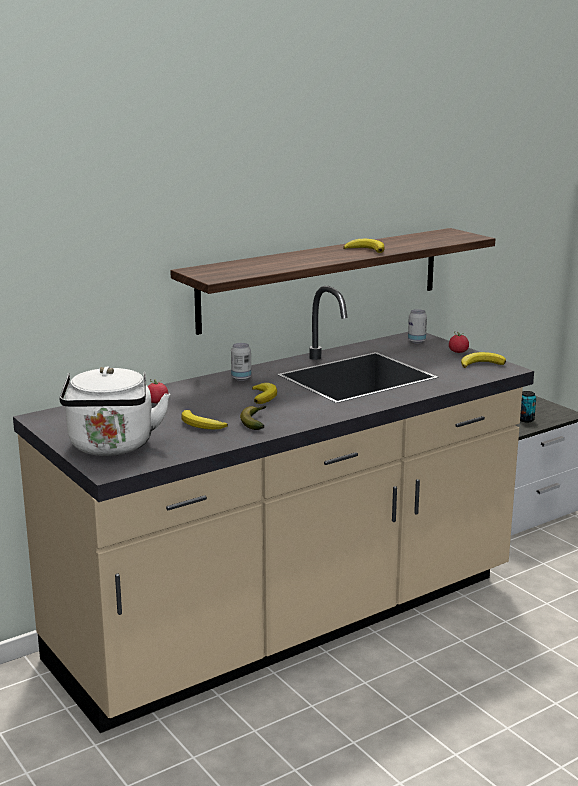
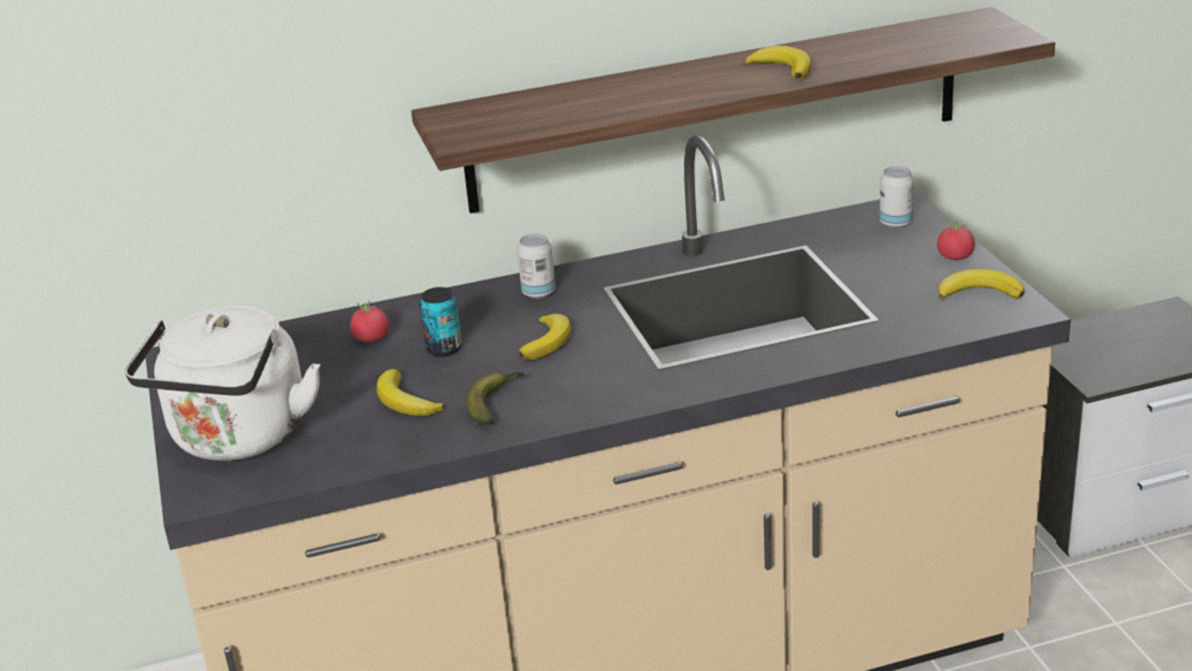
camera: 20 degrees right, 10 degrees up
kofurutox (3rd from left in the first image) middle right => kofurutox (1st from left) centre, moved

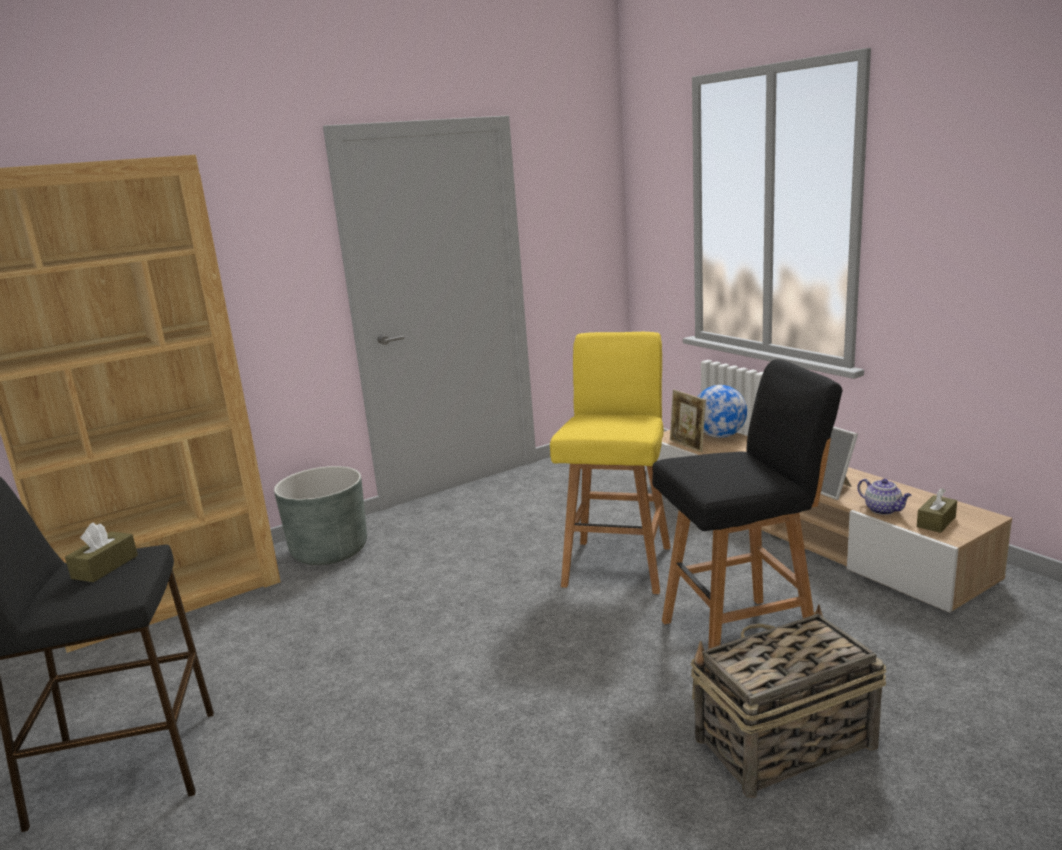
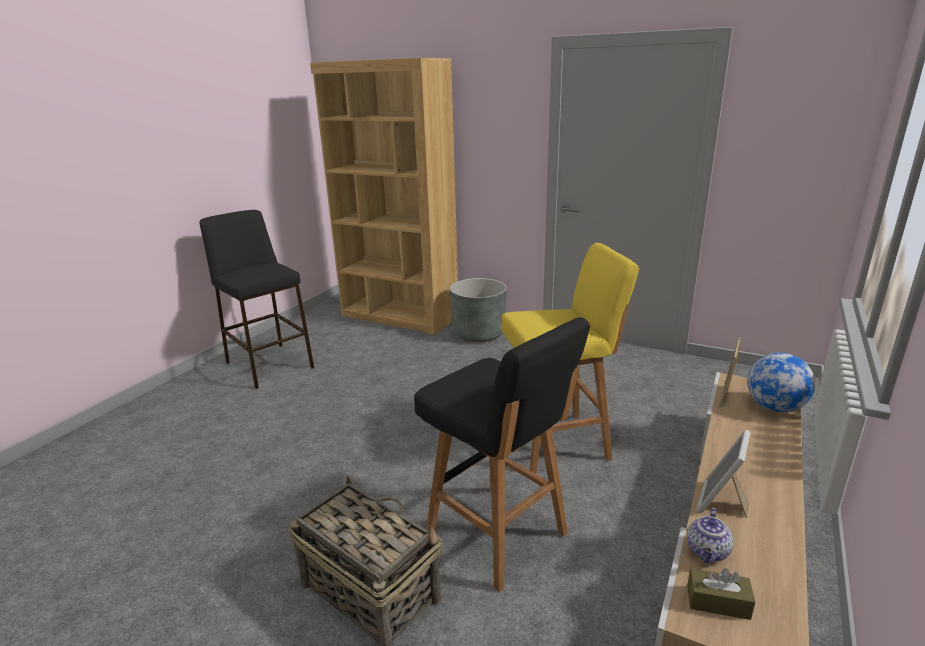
camera: 60 degrees right, 5 degrees up
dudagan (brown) (1st from left) middle left => nothing

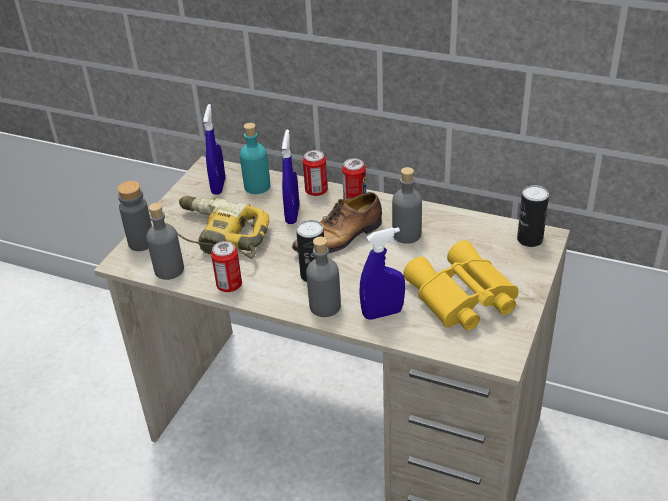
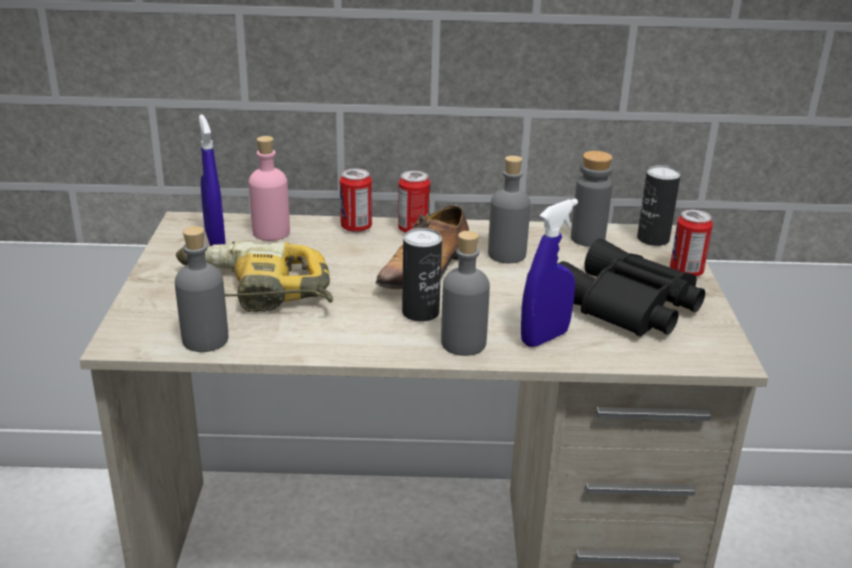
camera: 25 degrees left, 10 degrees down
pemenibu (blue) (2nd from left) centre => nothing
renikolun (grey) (1st from left in the first image) middle left => renikolun (grey) (4th from left) middle right, moved
kofurutox (1st from left in the first image) centre => kofurutox (5th from left) middle right, moved
renikolun (turquoise) top centre => renikolun (pink) top left
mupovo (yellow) middle right => mupovo (black) middle right

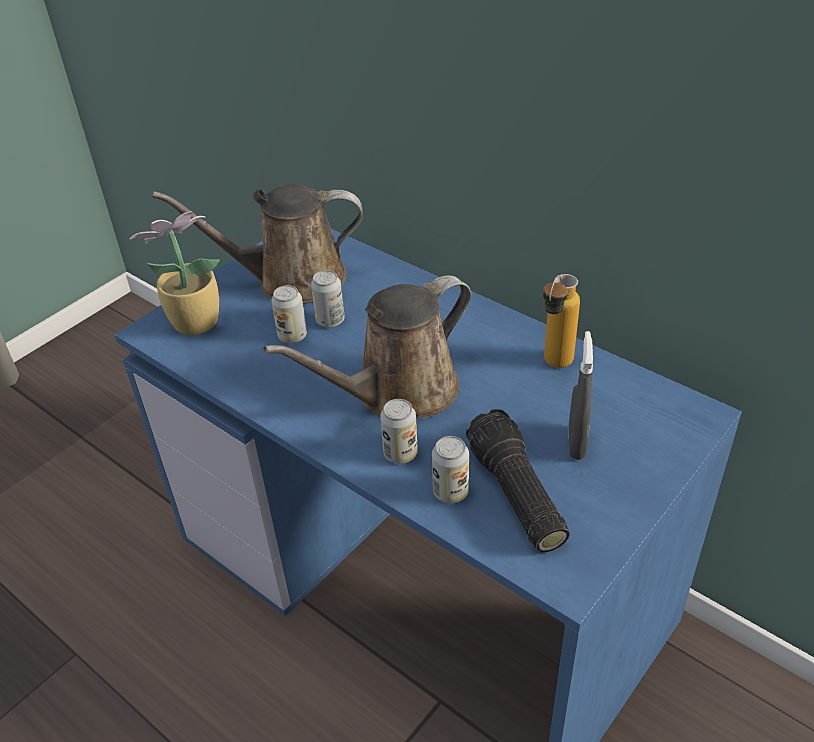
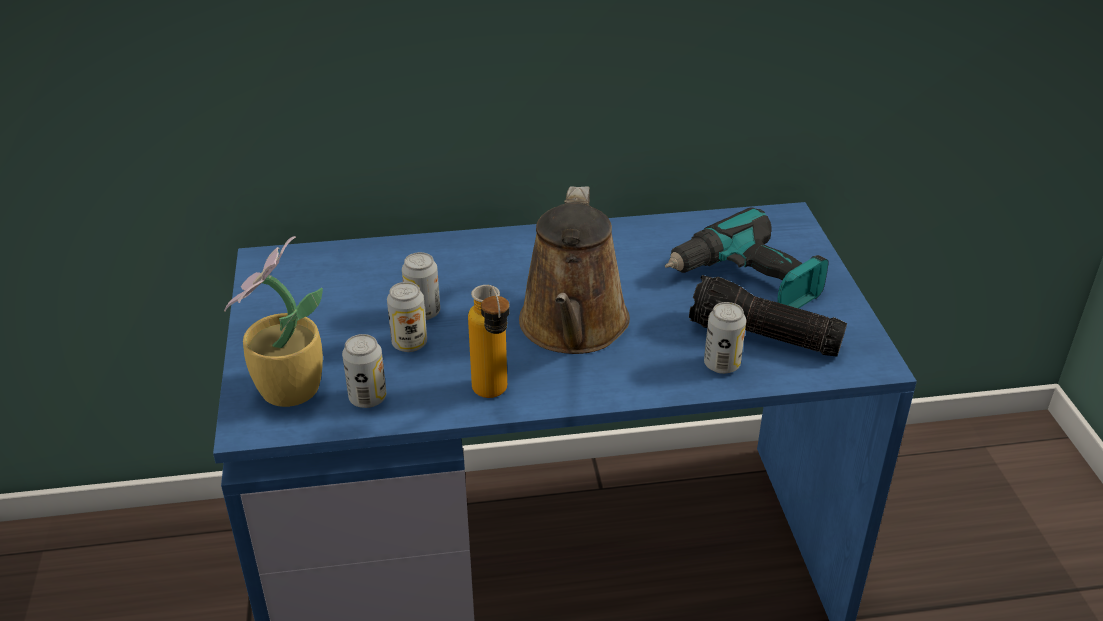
camera: 50 degrees left, 5 degrees down
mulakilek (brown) (1st from left) top left => nothing
kofurutox (3rd from left in the first image) centre => kofurutox (1st from left) middle left, moved
renikolun middle right => renikolun centre, moved
pemenibu (grey) middle right => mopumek middle right

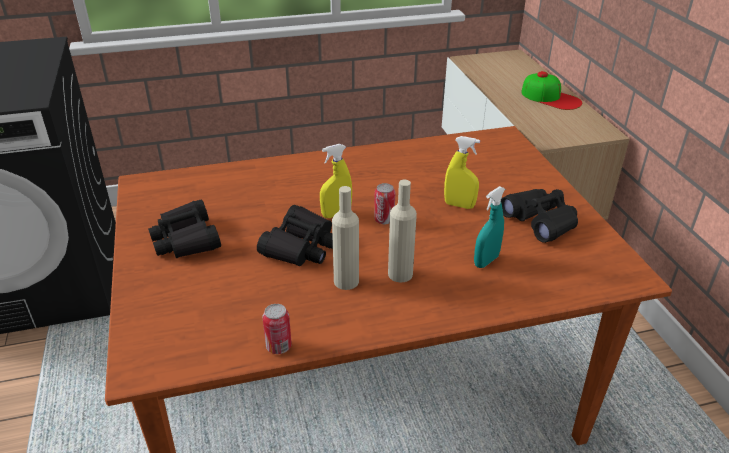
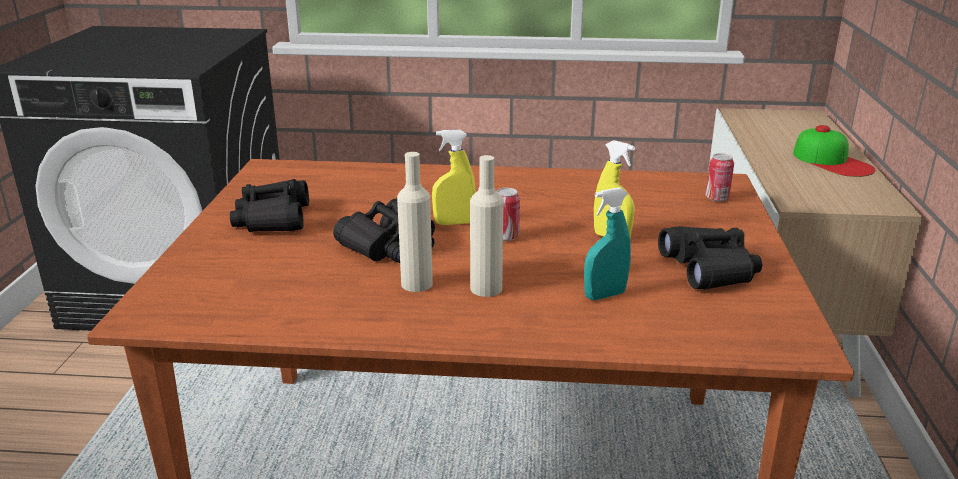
camera: 20 degrees right, 10 degrees down
kofurutox (1st from left in the first image) bottom centre => kofurutox (2nd from left) middle right, moved

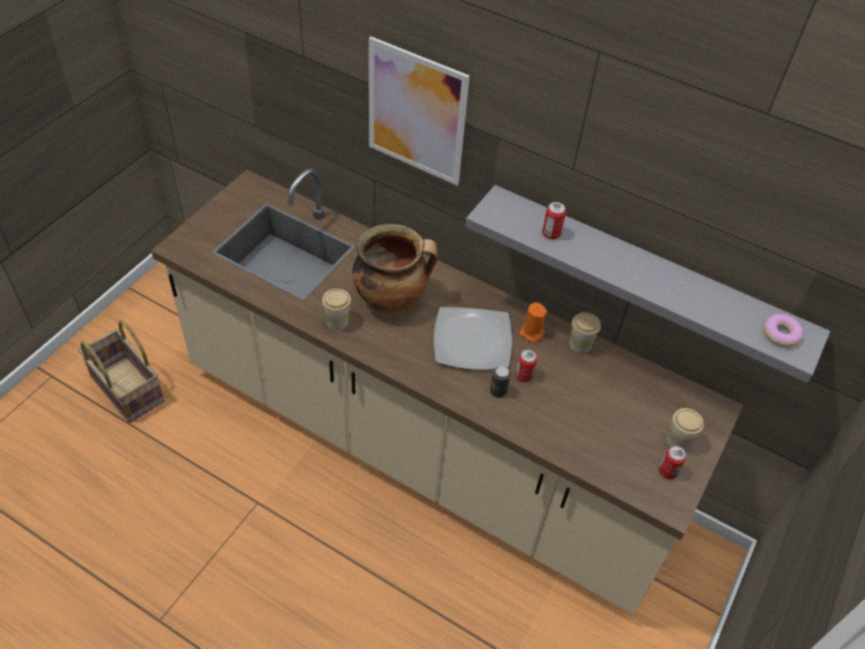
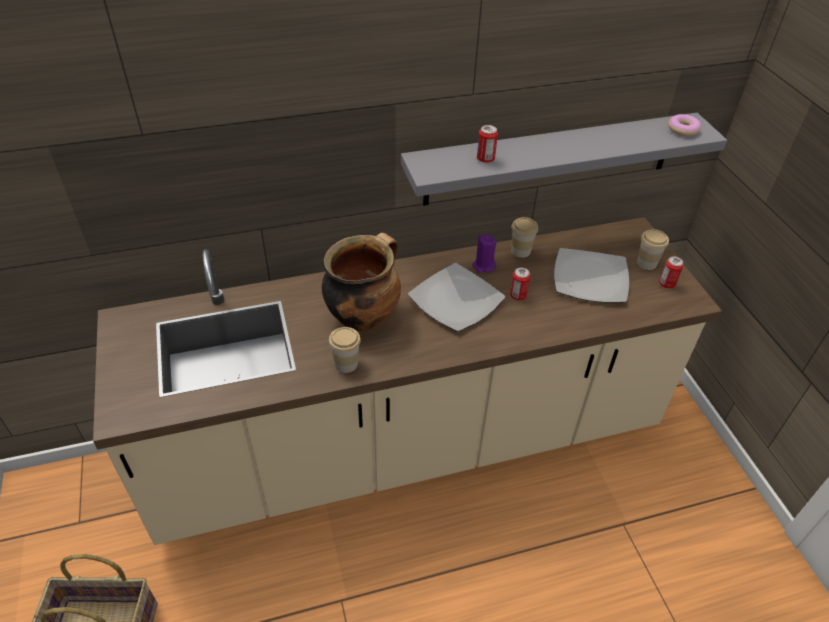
camera: 45 degrees left, 5 degrees down
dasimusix top centre => nothing
kofurutox (1st from left) centre => nothing
nothing => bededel (2nd from left) middle right
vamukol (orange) centre => vamukol (purple) centre

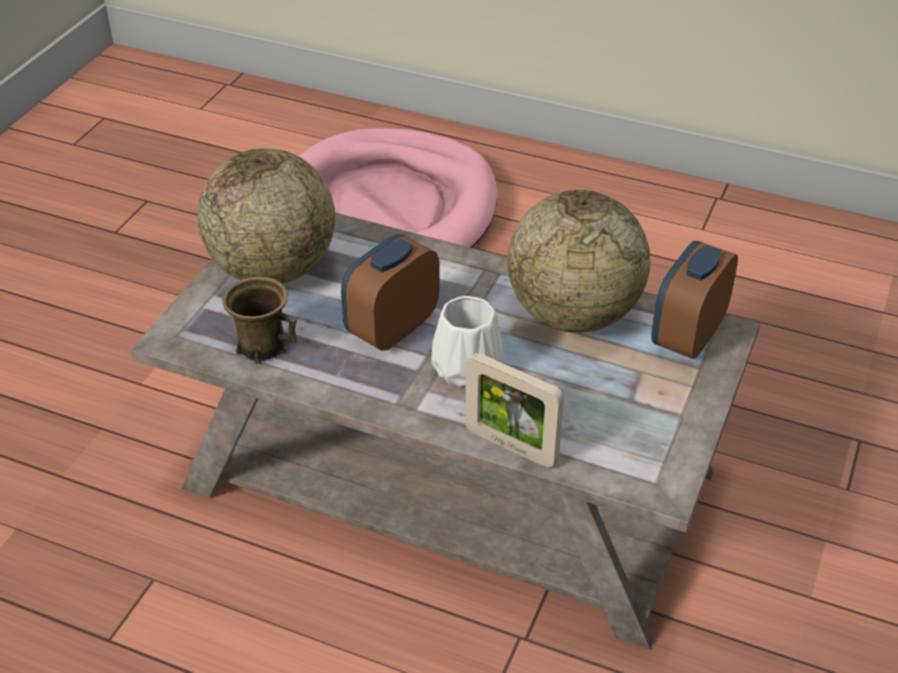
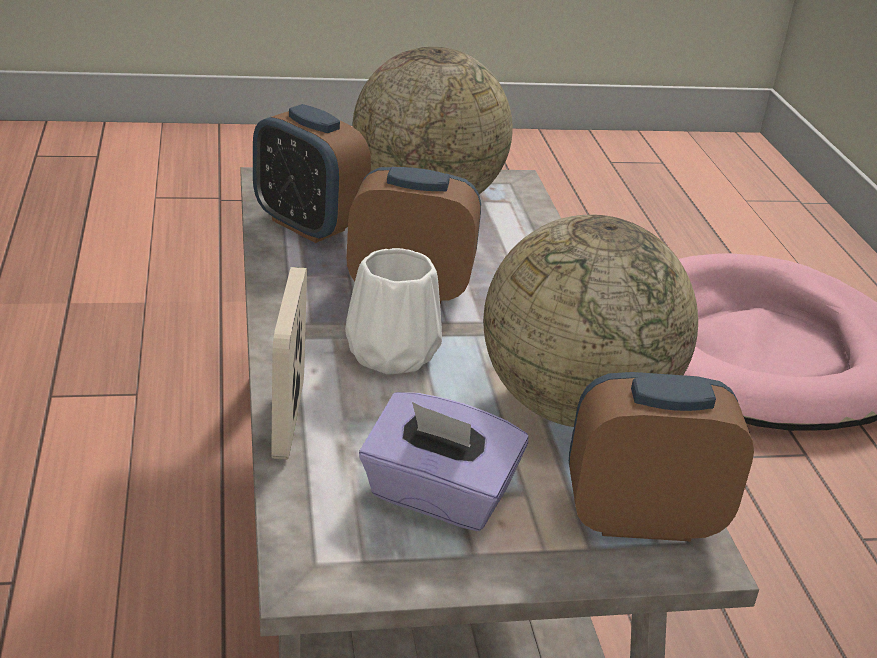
camera: 55 degrees right, 10 degrees down
nothing => dudagan (purple) bottom centre
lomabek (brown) middle left => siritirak (1st from left) top centre

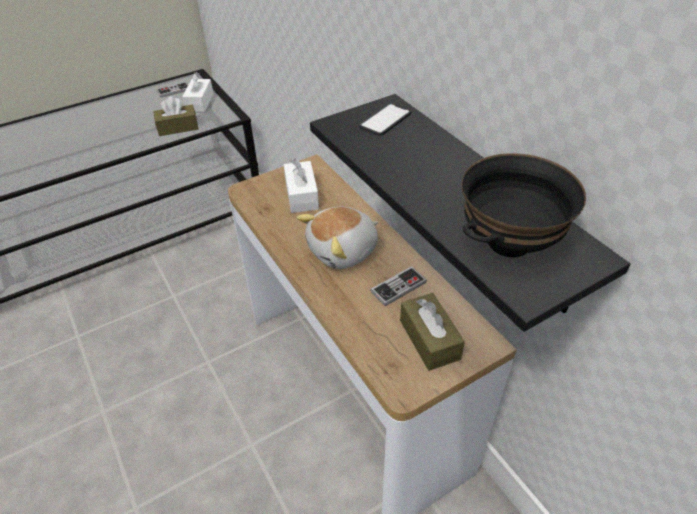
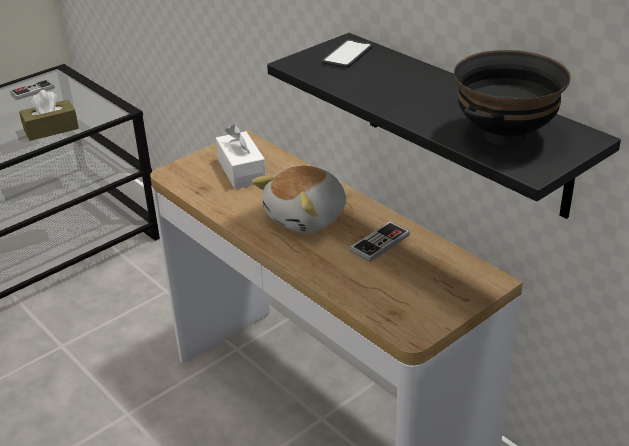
camera: 10 degrees left, 10 degrees down
dudagan (white) (1st from left) top left => nothing
dudagan (brown) (2nd from left) centre => nothing

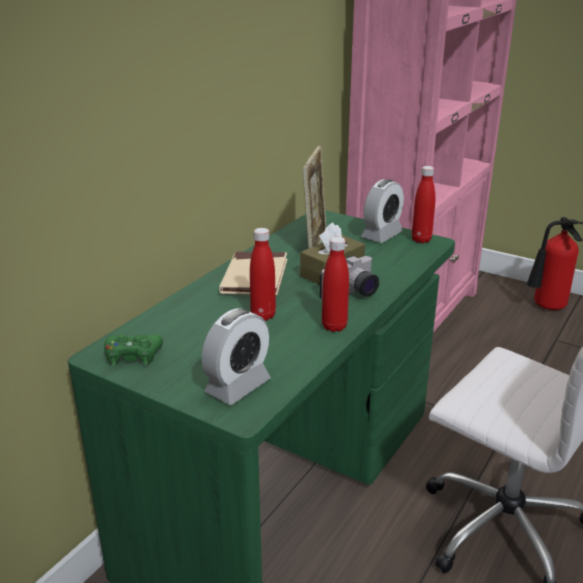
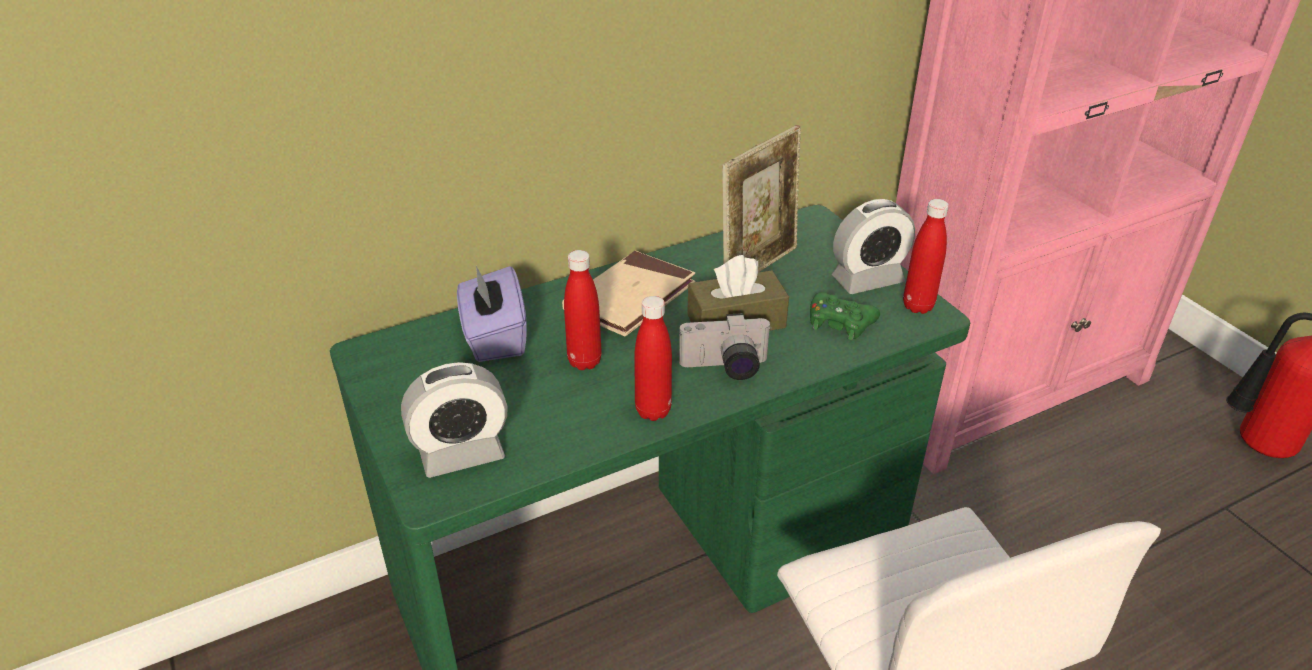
camera: 30 degrees right, 10 degrees up
nothing => dudagan (purple) centre
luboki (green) middle left => luboki (green) centre, moved

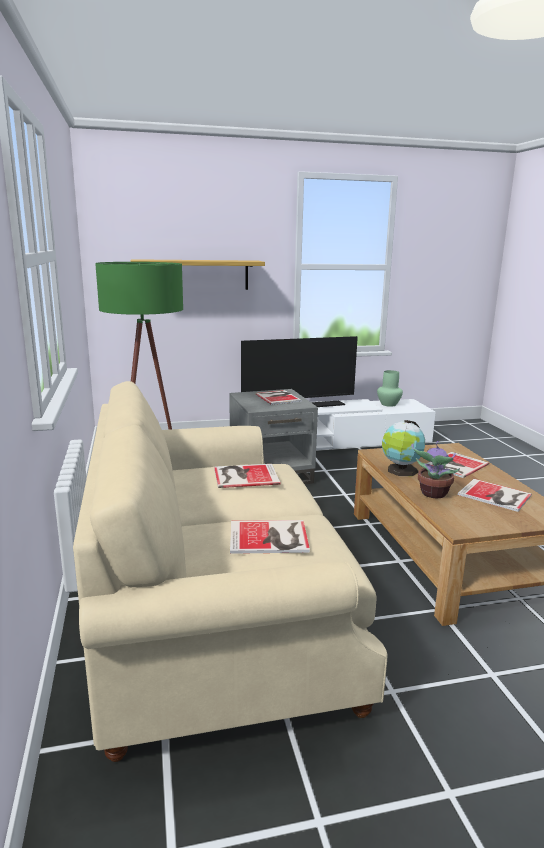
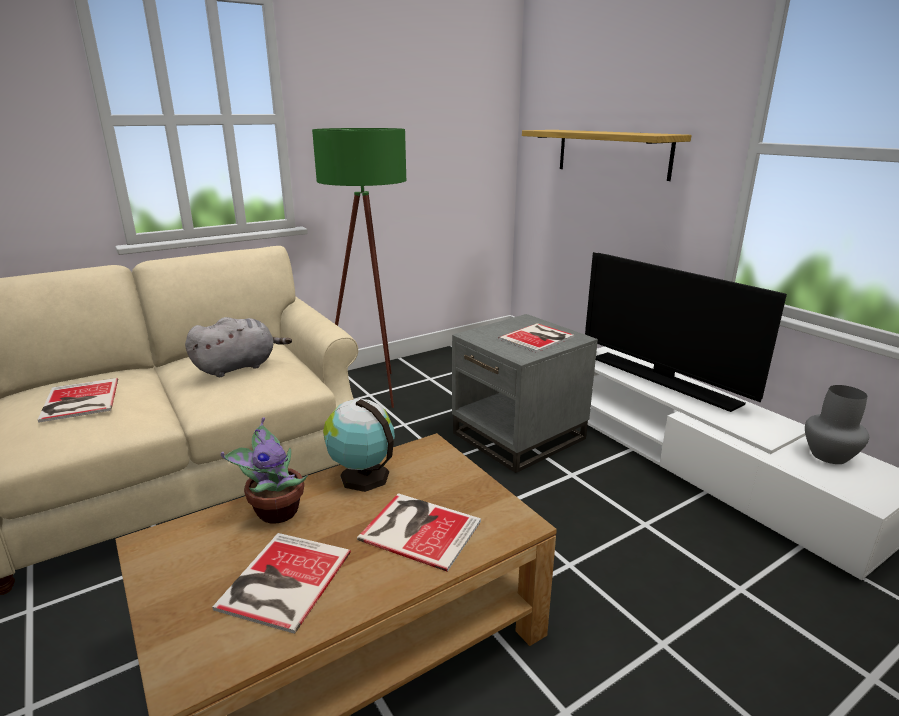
camera: 70 degrees right, 5 degrees up
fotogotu (1st from left) centre => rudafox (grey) middle left
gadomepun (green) middle right => gadomepun (grey) middle right

